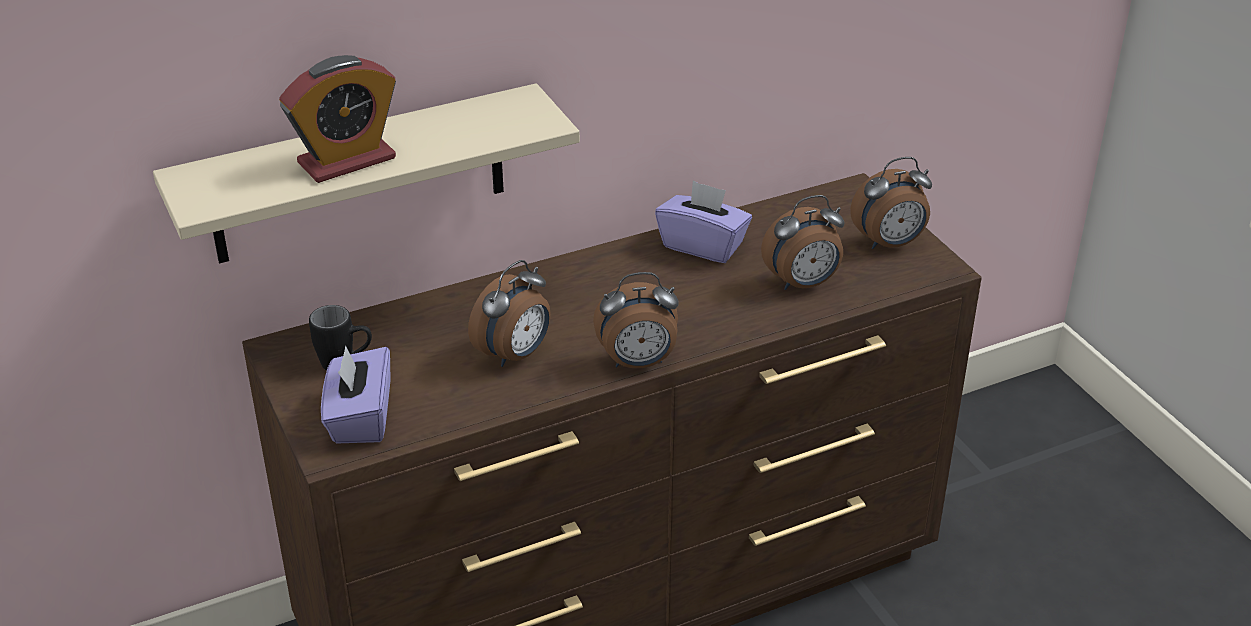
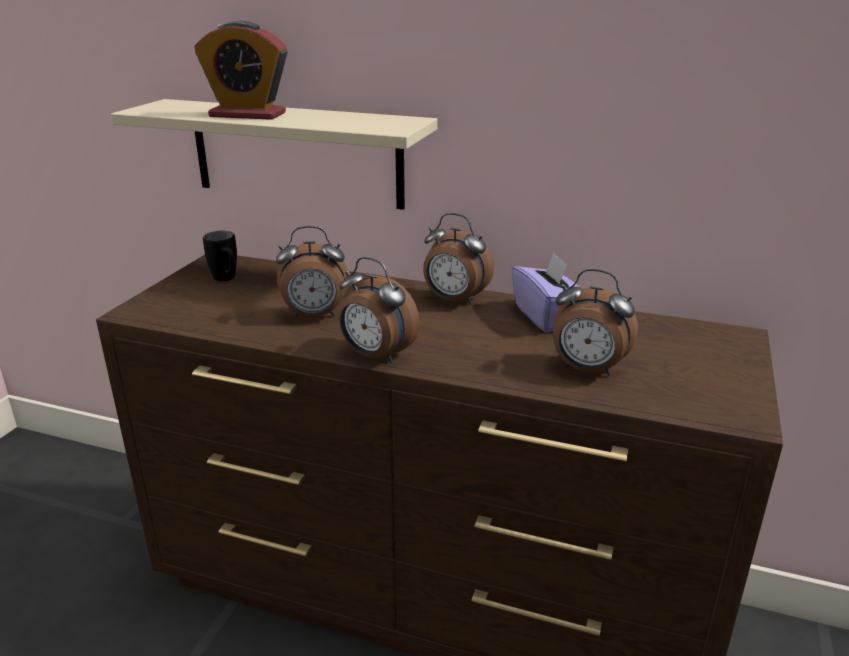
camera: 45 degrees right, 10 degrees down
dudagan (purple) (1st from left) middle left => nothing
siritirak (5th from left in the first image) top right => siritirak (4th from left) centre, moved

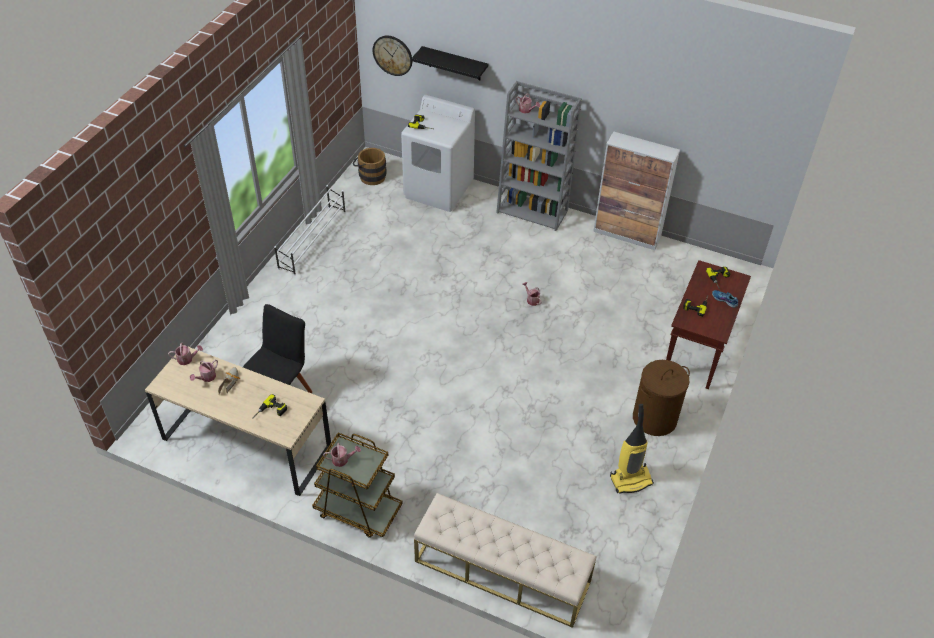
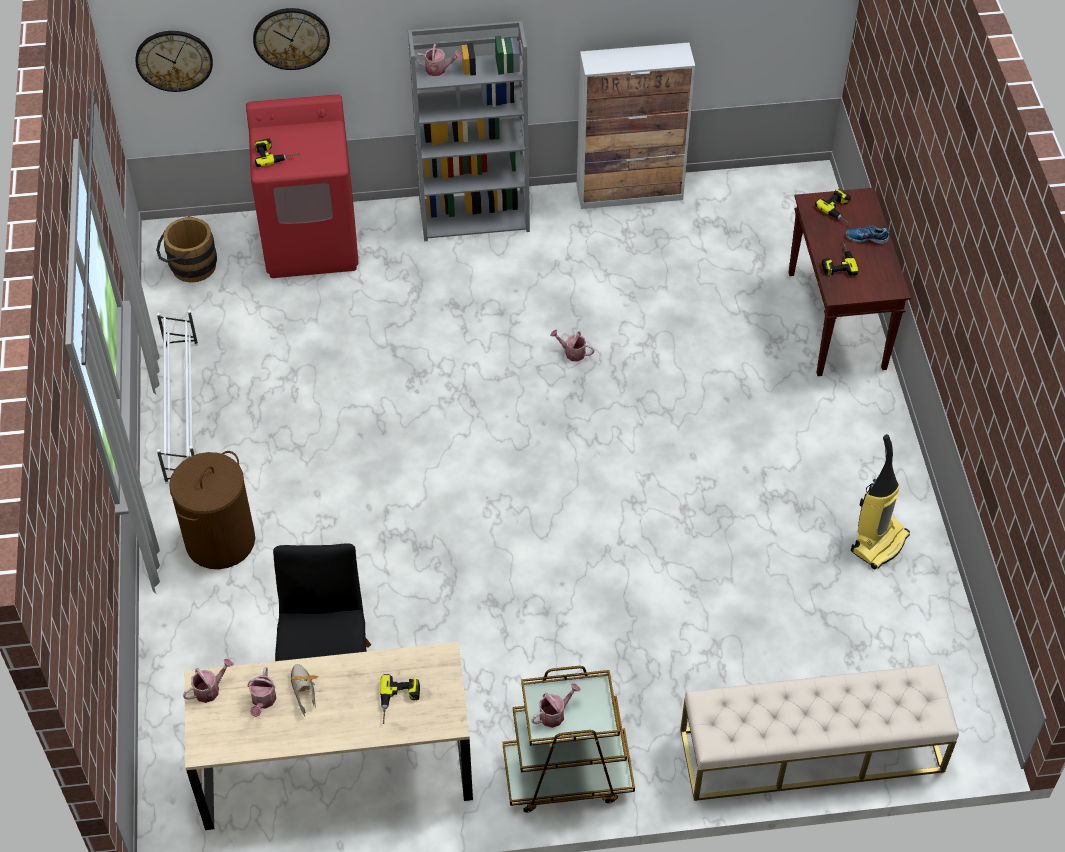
camera: 30 degrees left, 5 degrees up
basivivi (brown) middle right => basivivi (brown) middle left, moved
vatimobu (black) top centre => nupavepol (2nd from left) top left
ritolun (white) top centre => ritolun (red) top left

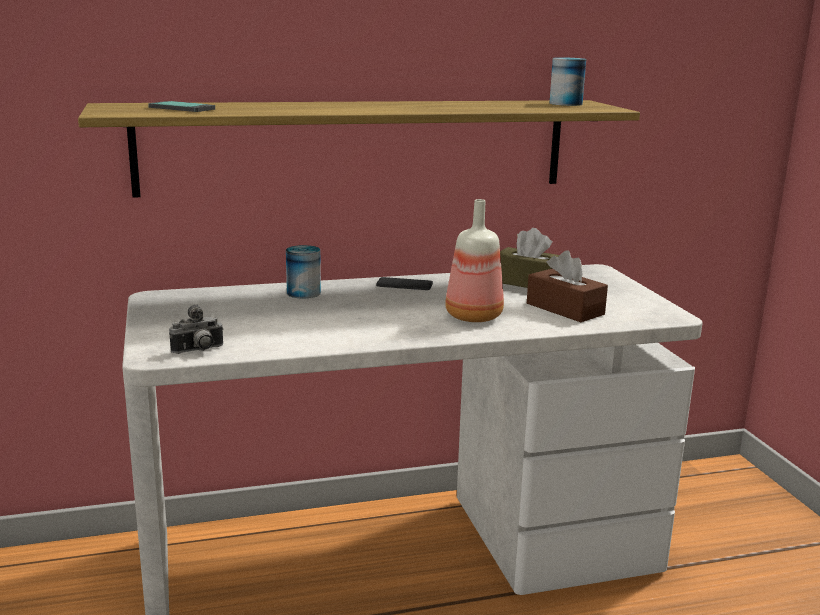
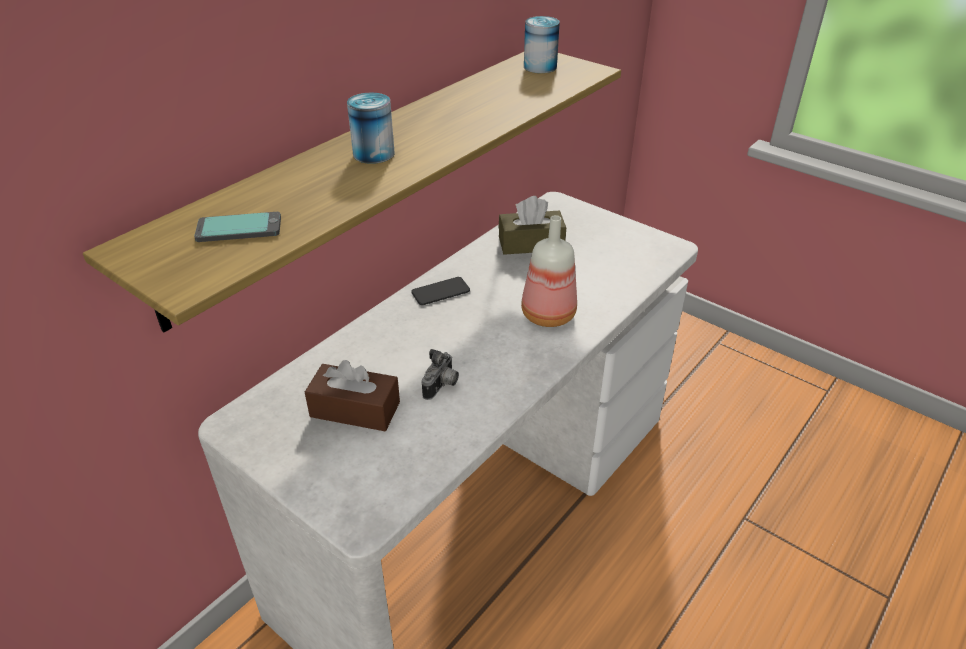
camera: 35 degrees left, 20 degrees up
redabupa middle left => redabupa centre, moved
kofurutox (1st from left) centre => kofurutox (1st from left) top centre, moved
dudagan (brown) (2nd from left in the first image) middle right => dudagan (brown) (1st from left) centre, moved

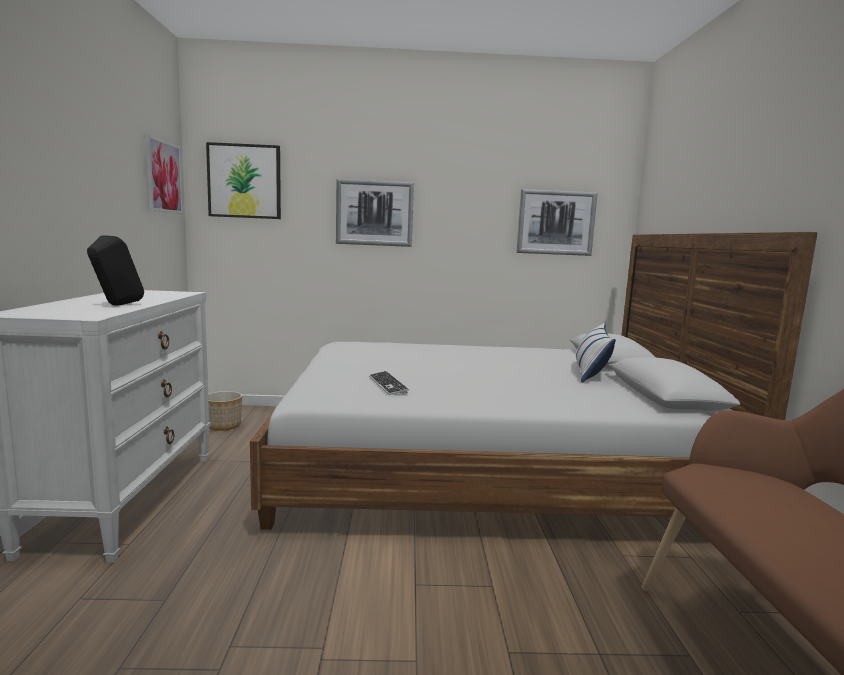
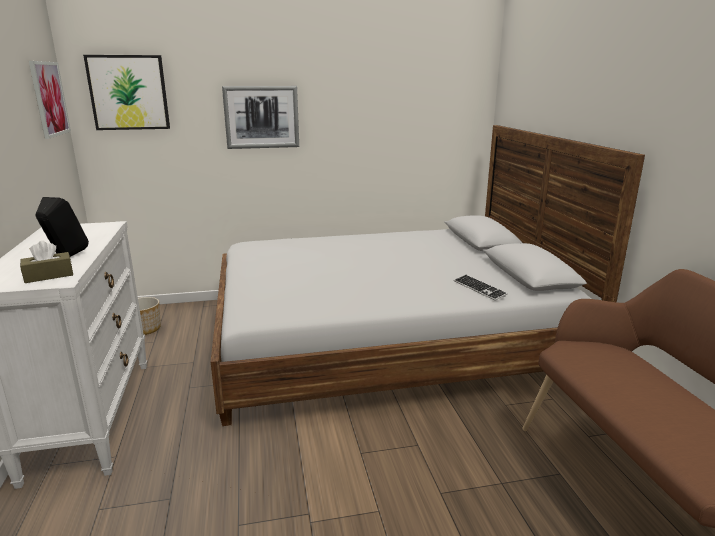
camera: 10 degrees left, 10 degrees up
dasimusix (4th from left) top centre => nothing
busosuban middle right => nothing
nothing => dudagan (brown) middle left
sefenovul centre => sefenovul middle right, moved

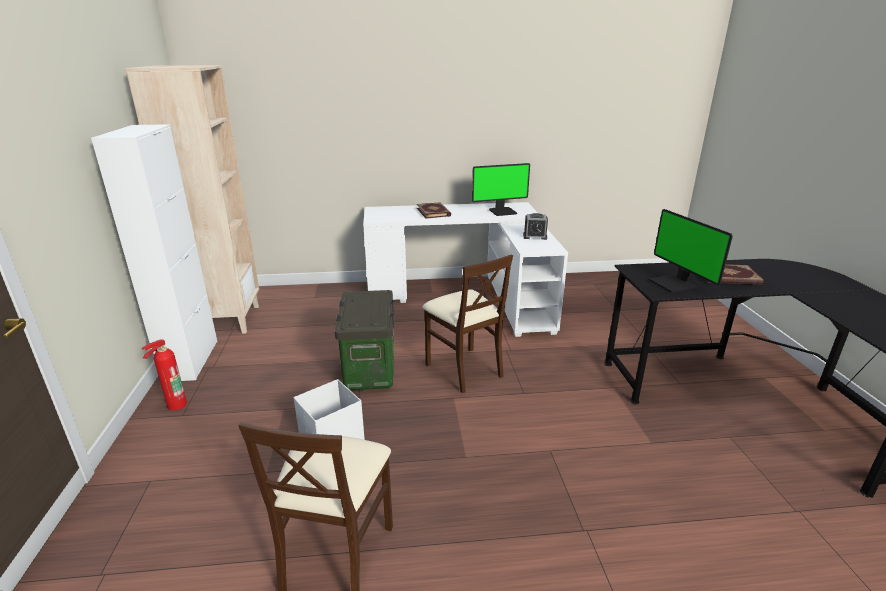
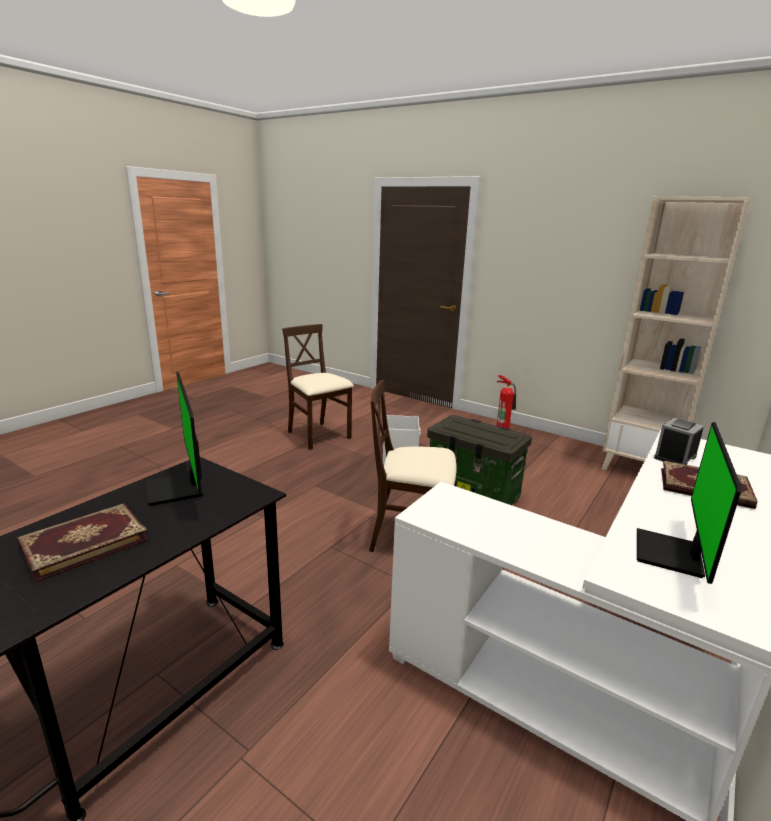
camera: 130 degrees right, 5 degrees down
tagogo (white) middle left => nothing
siritirak centre => siritirak middle right, moved
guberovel (2nd from left in the first image) middle right => guberovel (1st from left) middle left, 135 degrees counterclockwise

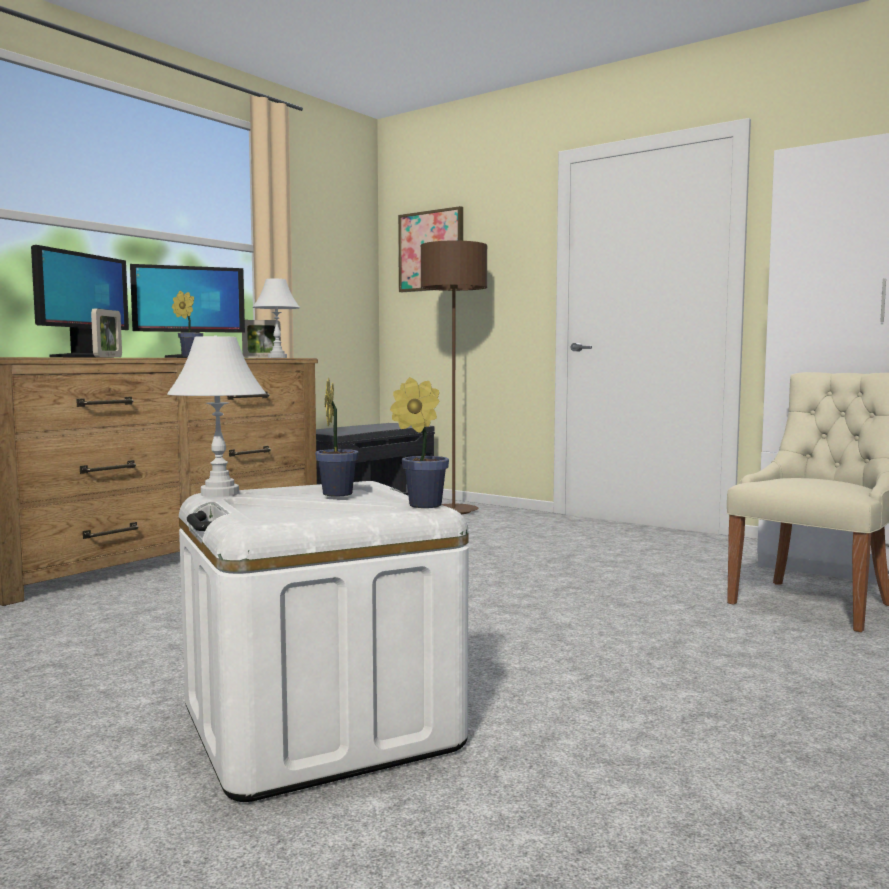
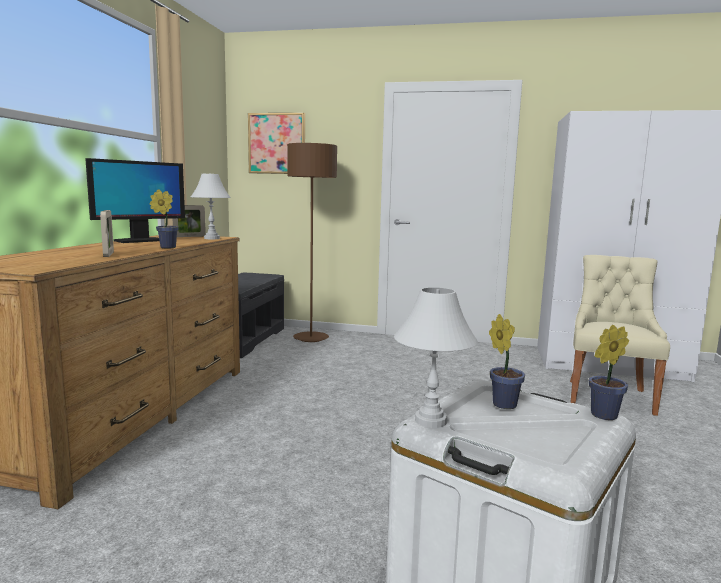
camera: 25 degrees left, 5 degrees up
guberovel (1st from left) middle left => nothing

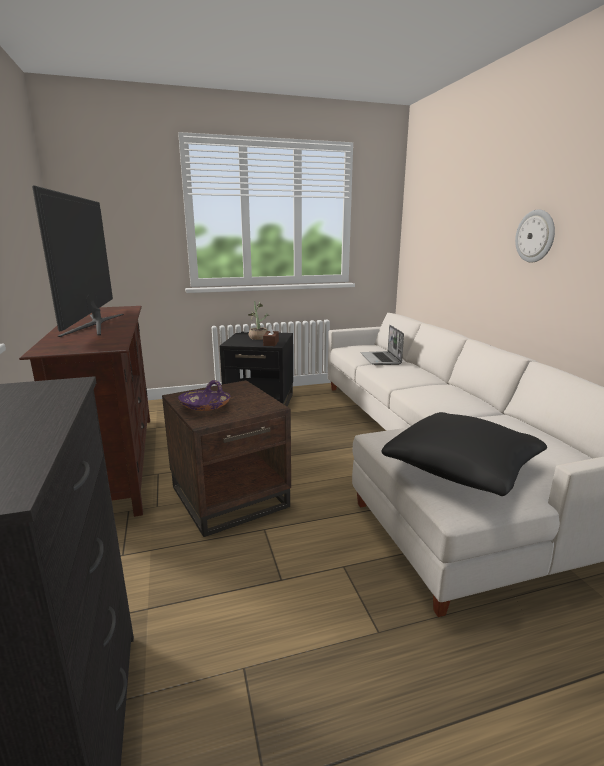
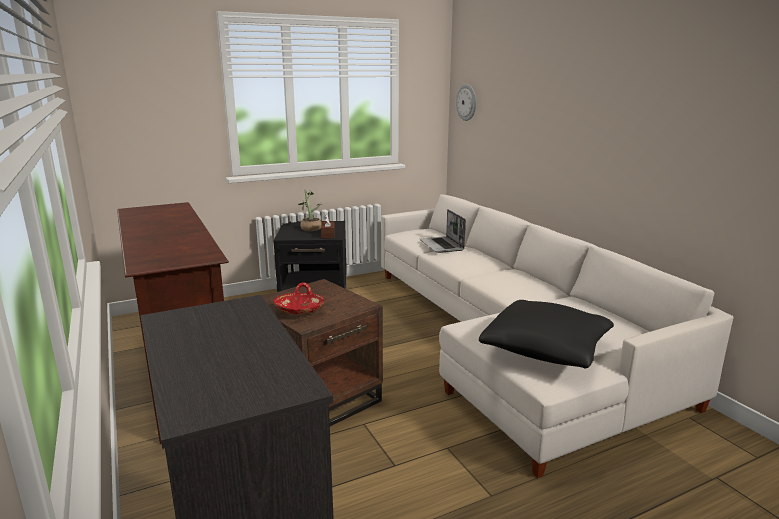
camera: 10 degrees left, 0 degrees up
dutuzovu middle left => nothing
nupavepol top right => nupavepol top centre, moved
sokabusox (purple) centre => sokabusox (red) centre

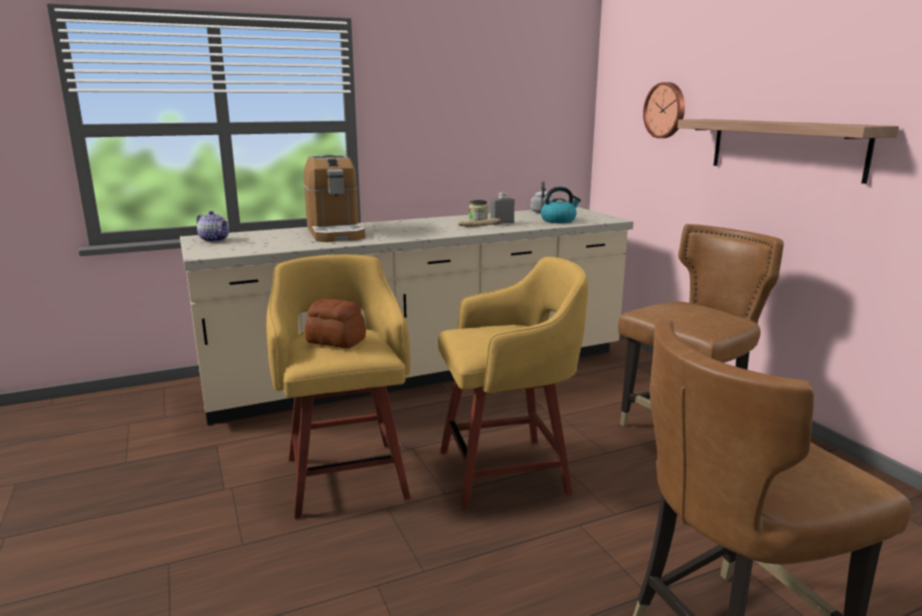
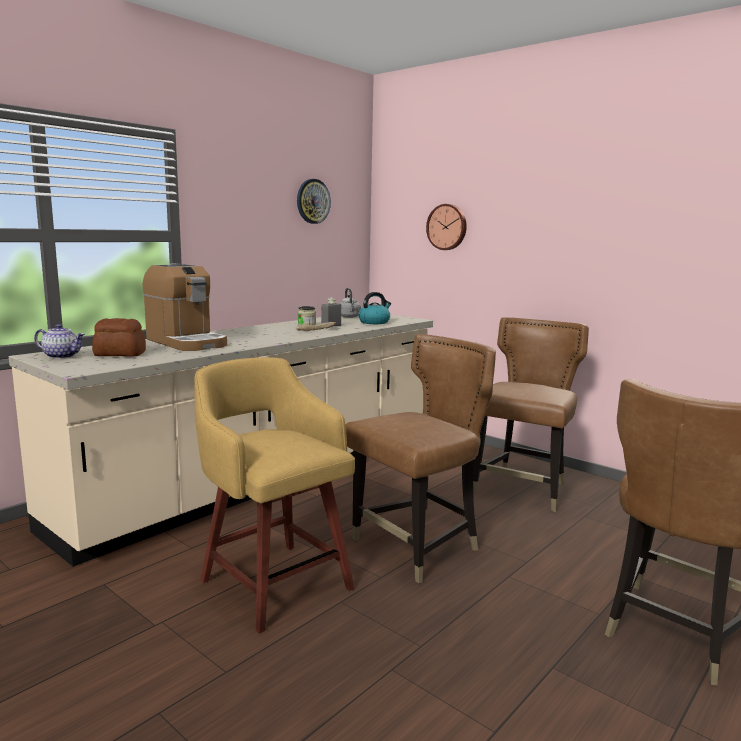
camera: 25 degrees left, 5 degrees down
vatimobu top right => nothing
nothing => nupavepol (1st from left) top centre
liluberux (1st from left) centre => liluberux (1st from left) middle left, moved
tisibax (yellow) (2nd from left) centre => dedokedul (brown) (1st from left) centre

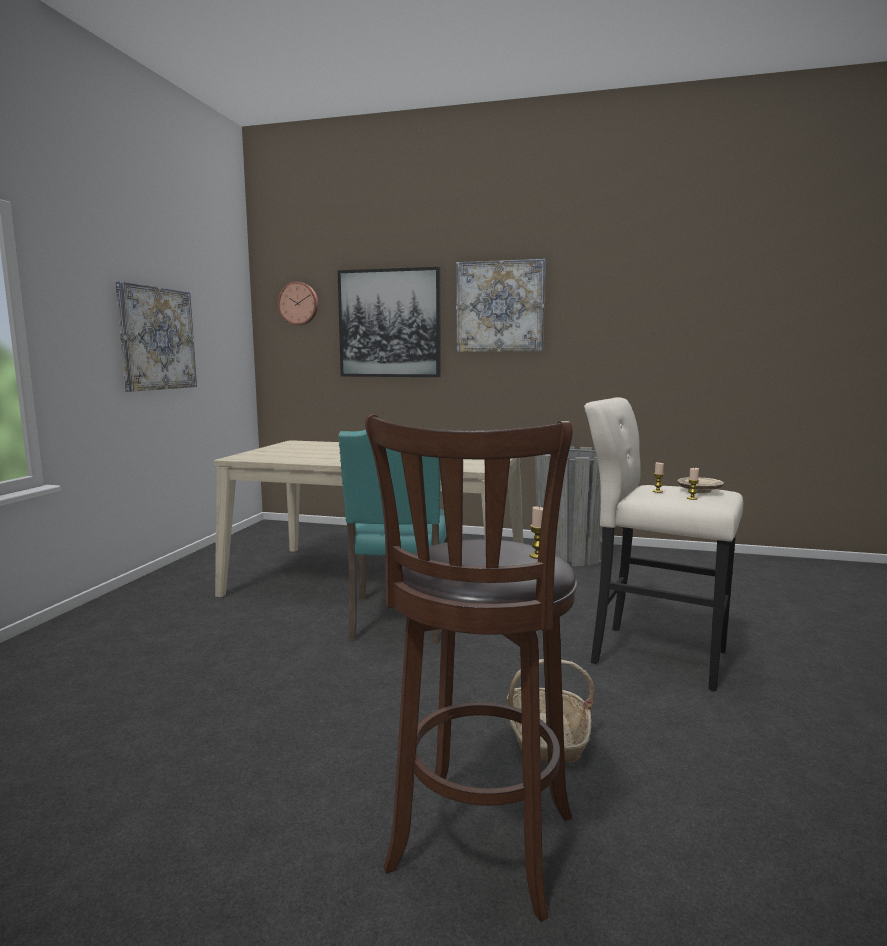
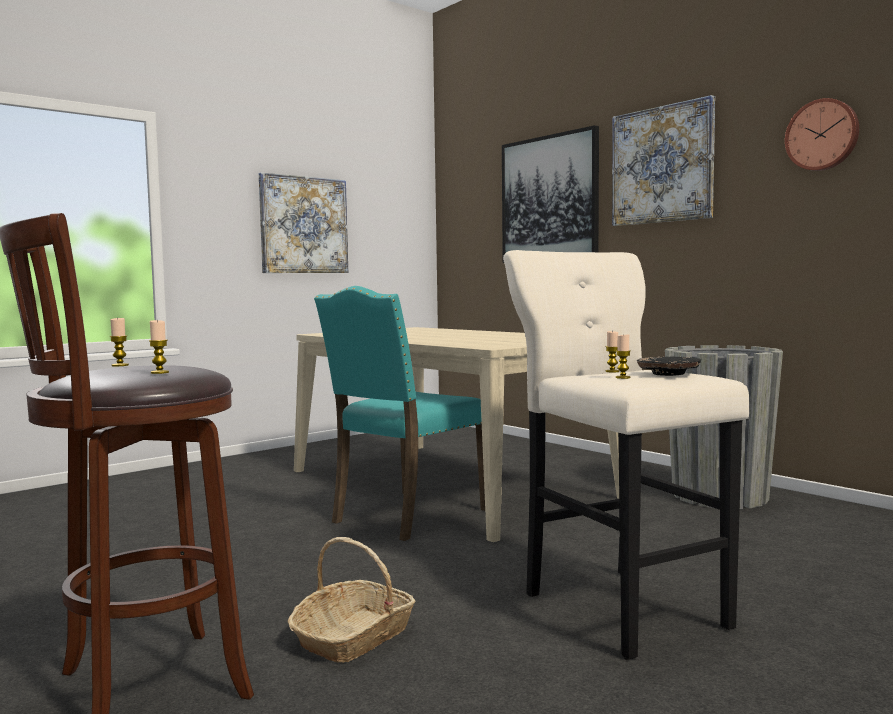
camera: 35 degrees right, 5 degrees down
nothing => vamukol (1st from left) middle left
nupavepol top centre => nupavepol top right, moved
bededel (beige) middle right => bededel (black) middle right

